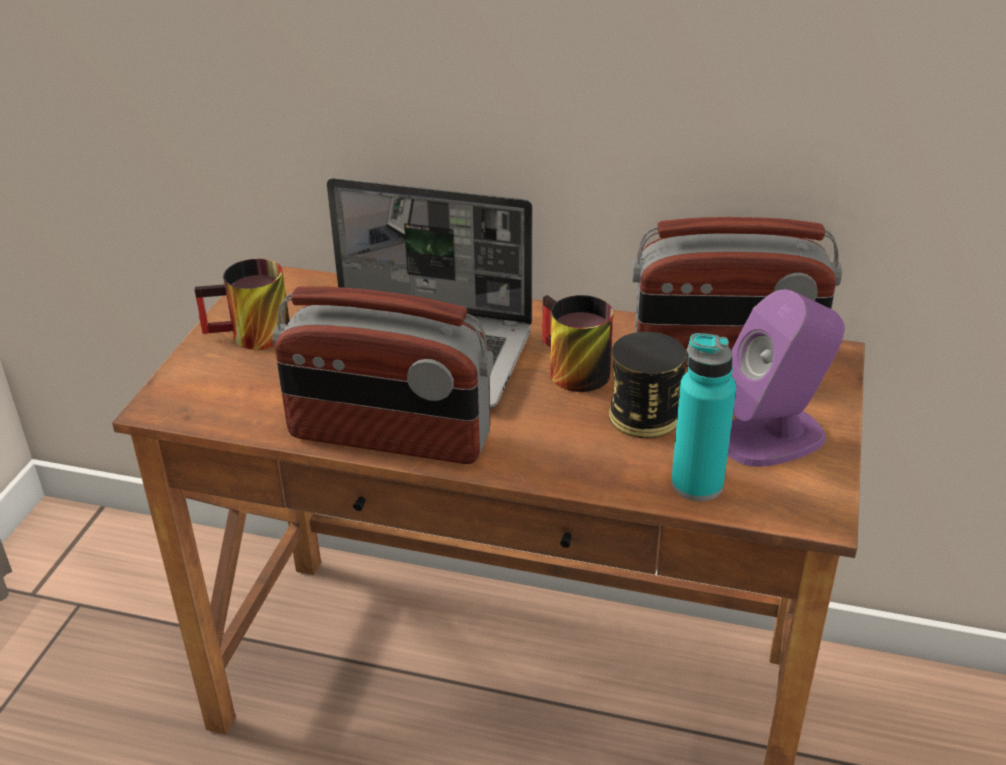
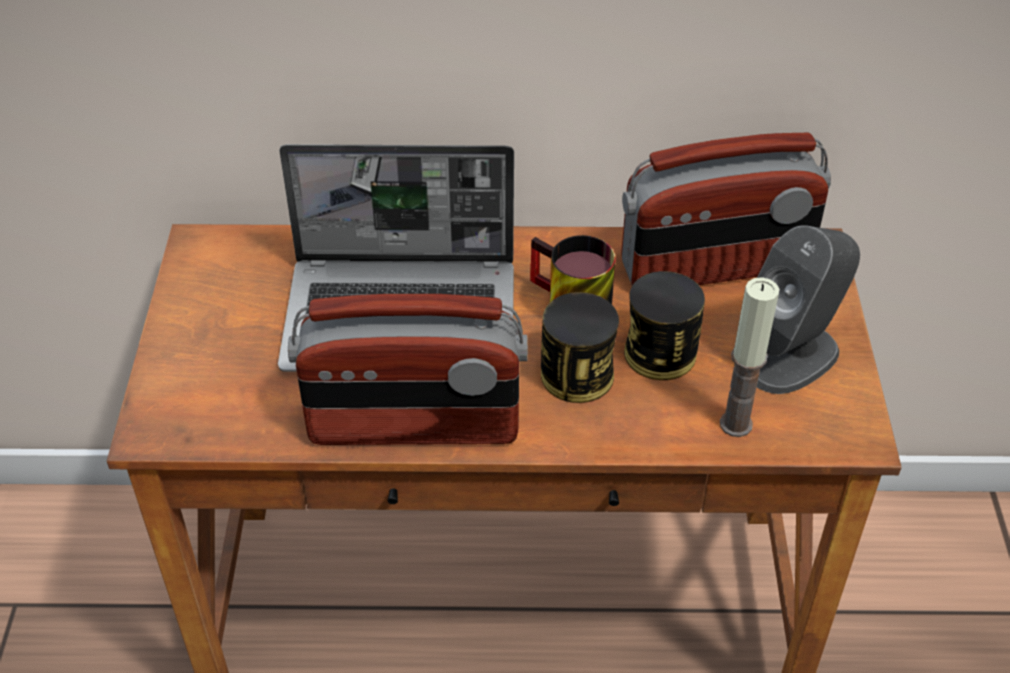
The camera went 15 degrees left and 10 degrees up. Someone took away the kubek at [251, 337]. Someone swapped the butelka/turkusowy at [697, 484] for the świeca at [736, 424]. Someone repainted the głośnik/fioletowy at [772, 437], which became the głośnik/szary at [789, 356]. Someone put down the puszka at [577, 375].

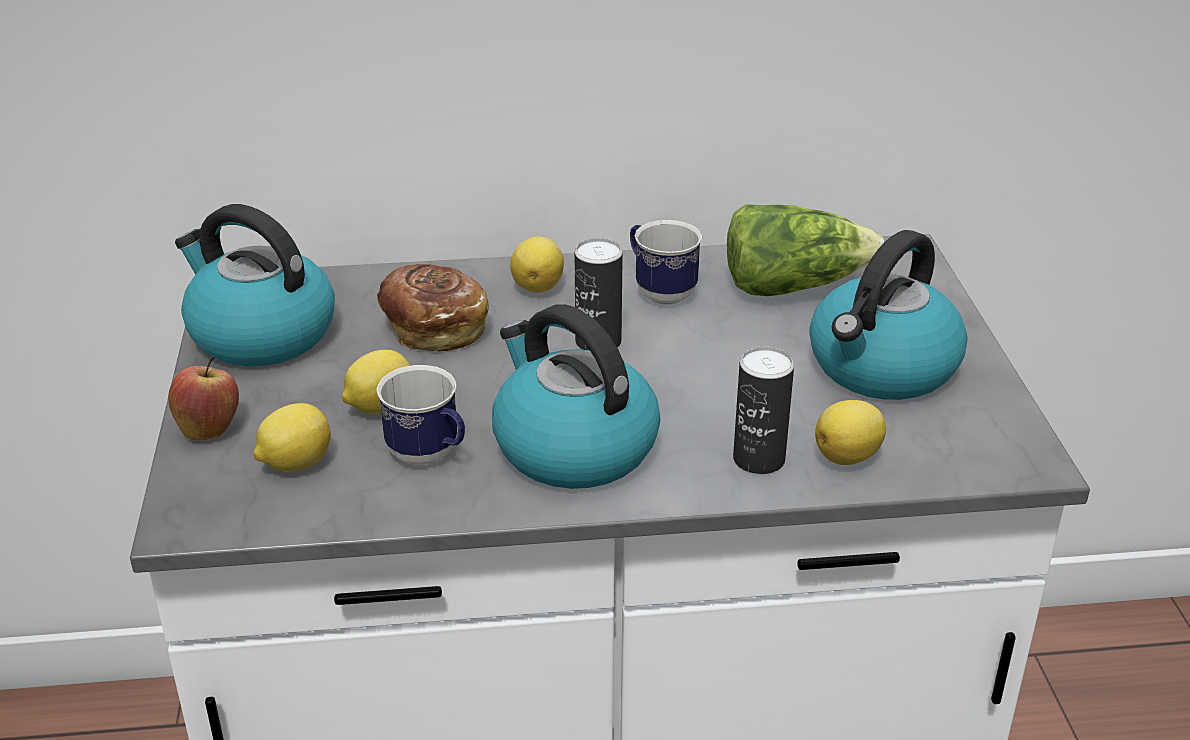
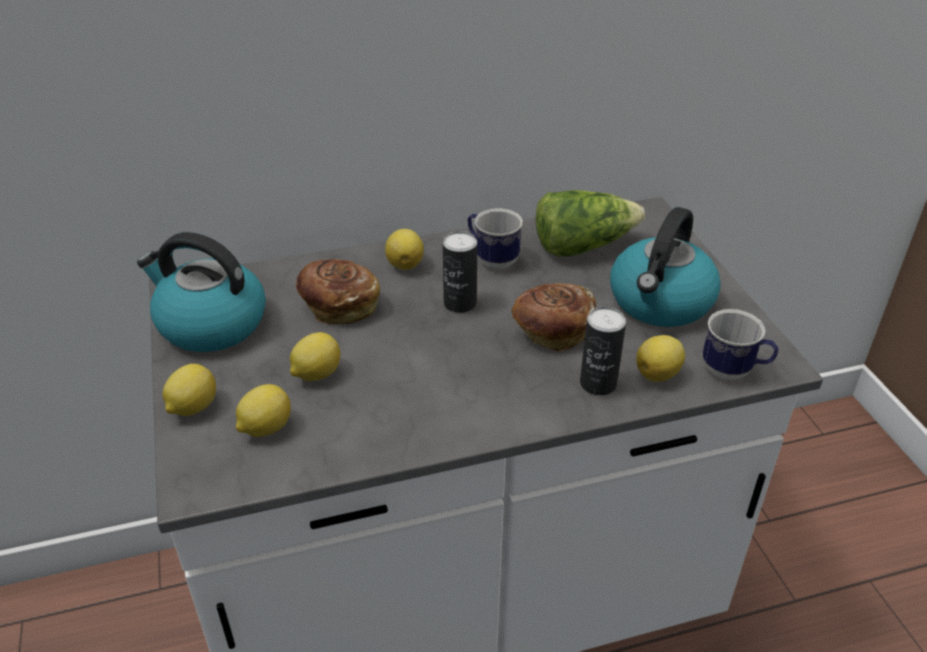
The camera went 10 degrees left and 5 degrees up. Someone swapped the jabłko at [210, 429] for the cytryna at [192, 407]. Someone carried the kubek from [430, 456] to [733, 372]. Someone took away the czajnik at [572, 447]. Someone put down the chleb at [552, 331].

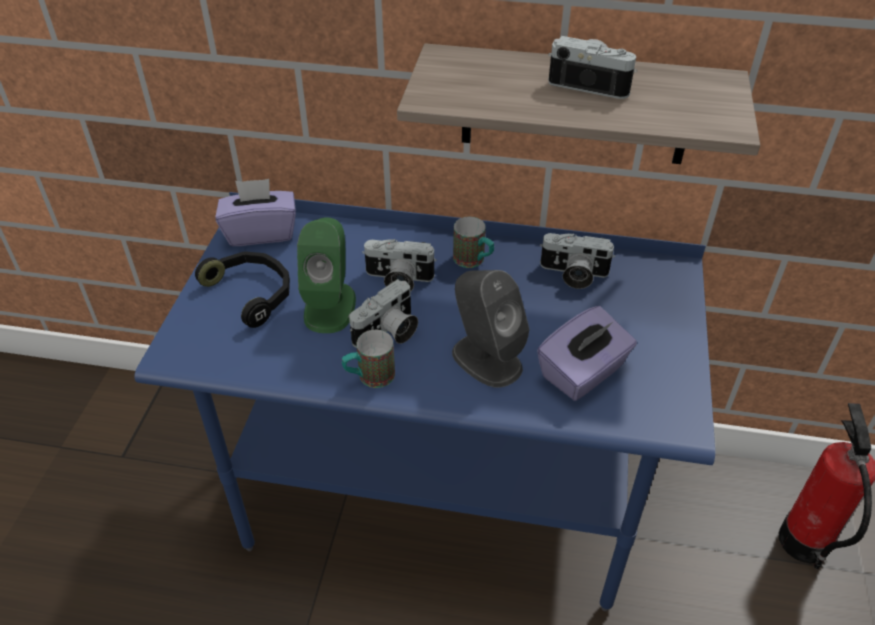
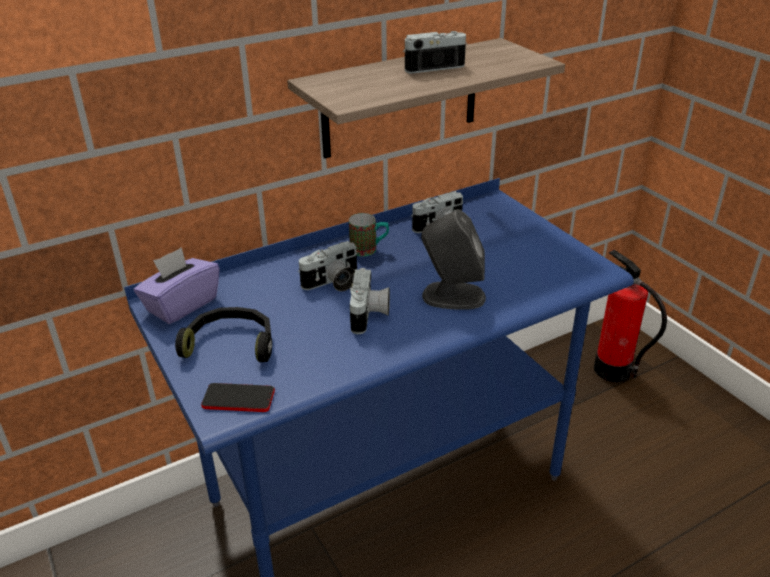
The camera went 40 degrees left and 10 degrees down. Someone took away the głośnik/zielony at [330, 306]. Someone took away the kubek at [369, 377]. Someone took away the pudełko chusteczek/fioletowy at [583, 373]. Someone put down the telefon at [238, 399].

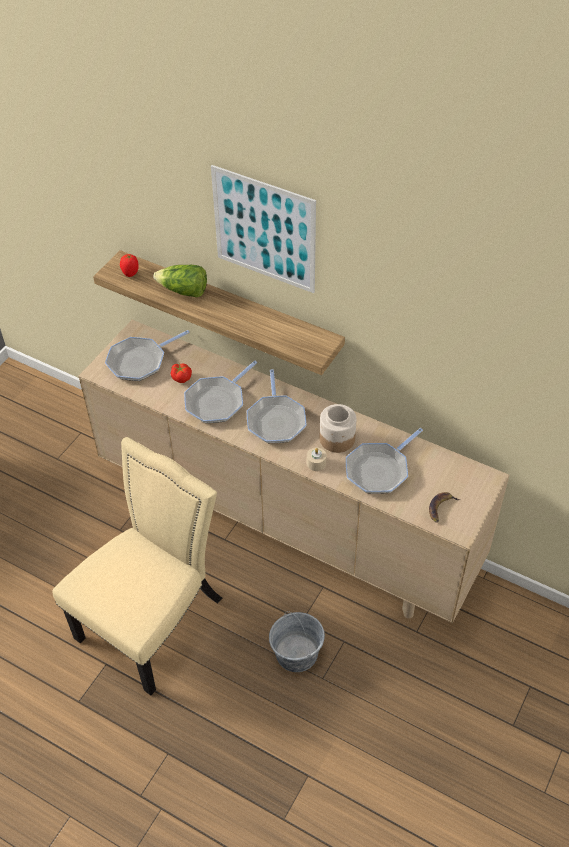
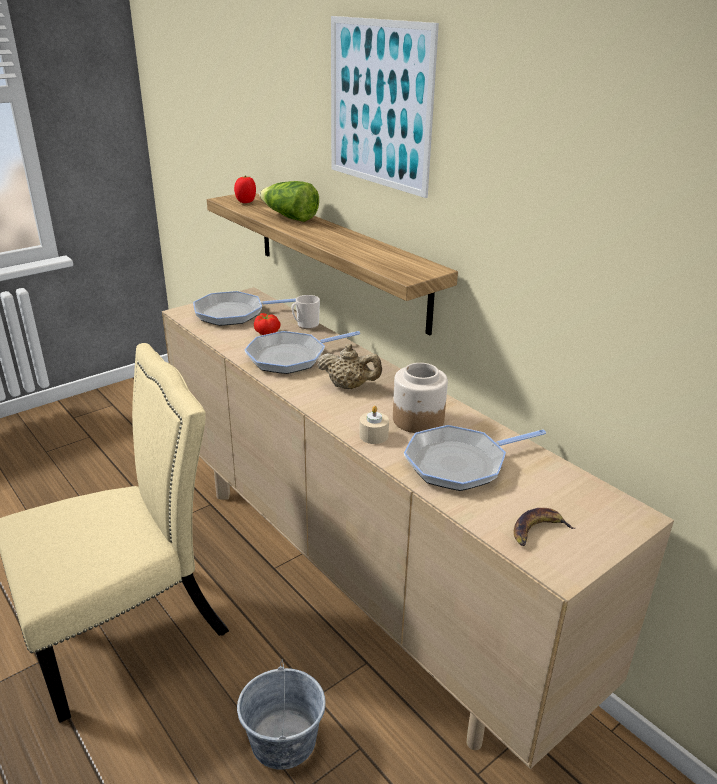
The camera went 20 degrees right and 20 degrees down. Someone swapped the patelnia at [276, 420] for the imbryk/beżowy at [349, 386]. Someone put down the kubek at [305, 325].

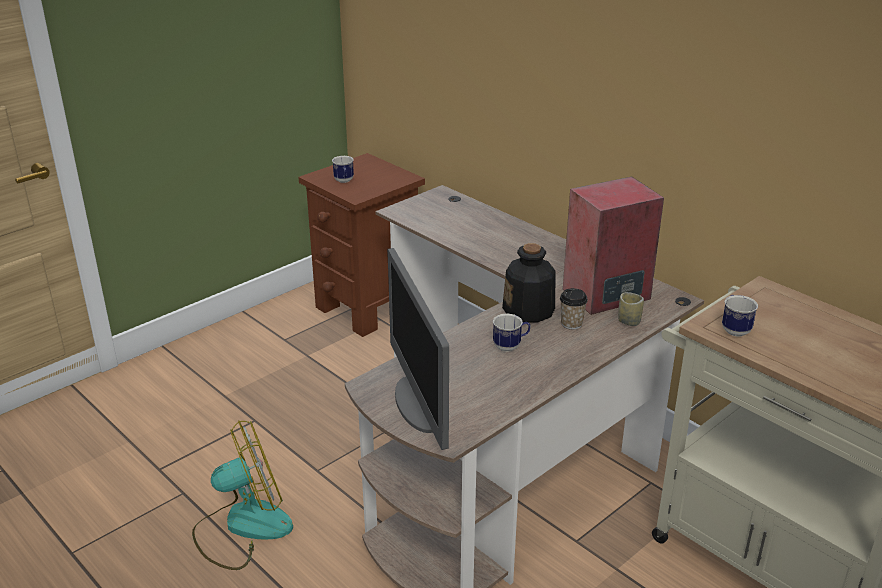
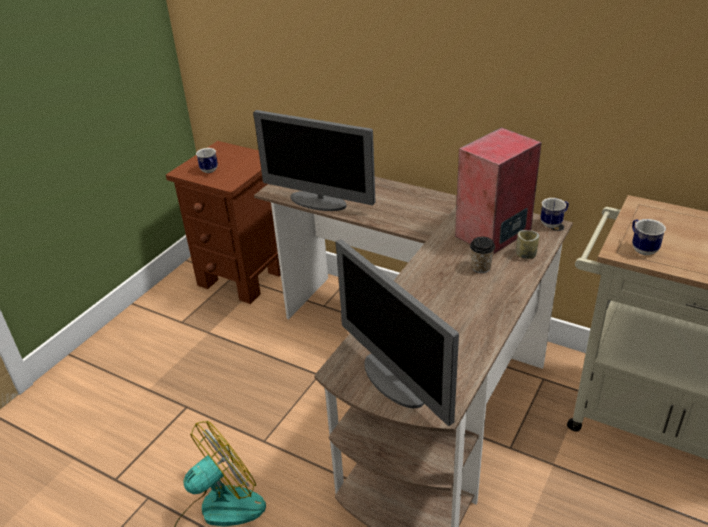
The camera went 15 degrees left and 5 degrees up. Someone carried the kubek from [510, 346] to [553, 223]. Someone took away the butelka at [529, 310]. Someone put down the monitor at [318, 202].

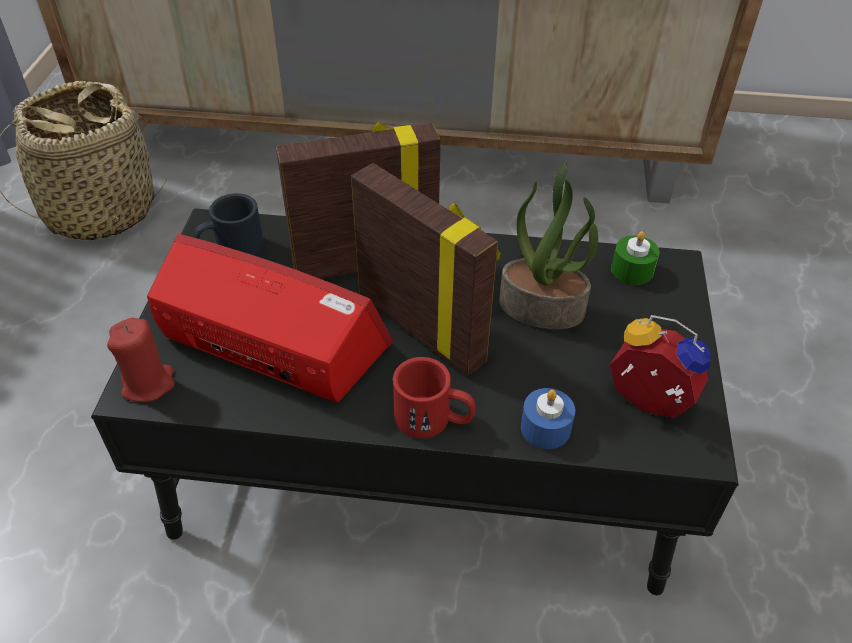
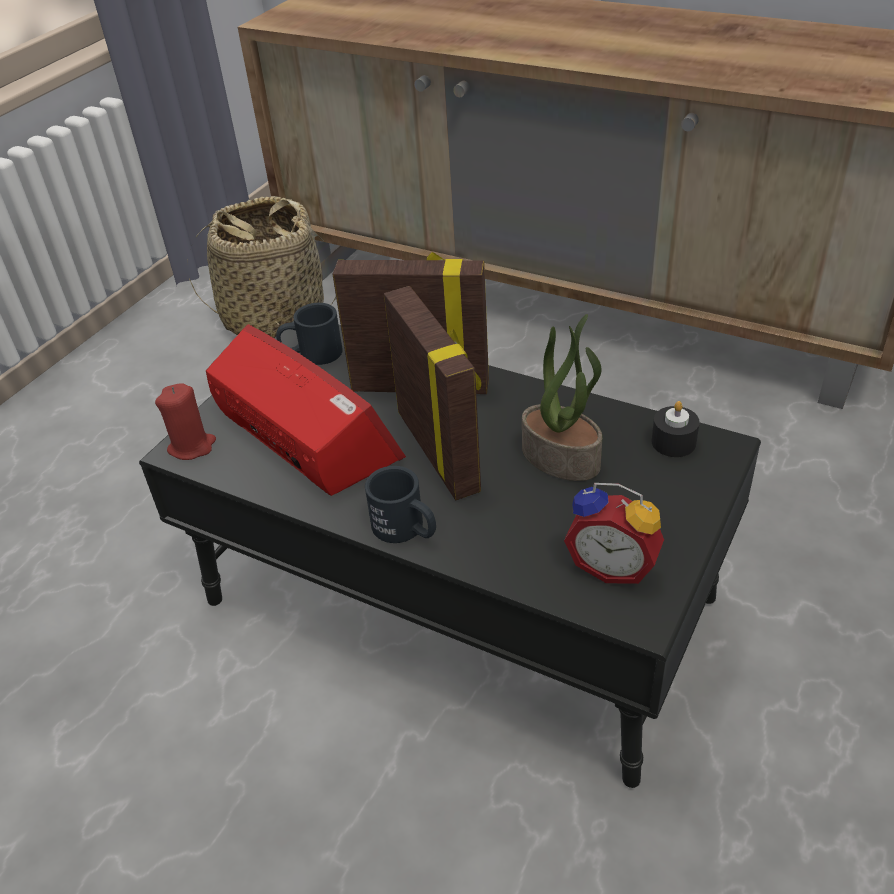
The camera went 25 degrees right and 5 degrees down. Someone repainted the kubek/czerwony at [434, 419], which became the kubek/czarny at [406, 529]. Someone took away the świeca/niebieski at [545, 428]. Someone rotated the budzik at [646, 404] by 150 degrees clockwise. Someone repainted the świeca/zielony at [632, 270], which became the świeca/czarny at [673, 442].

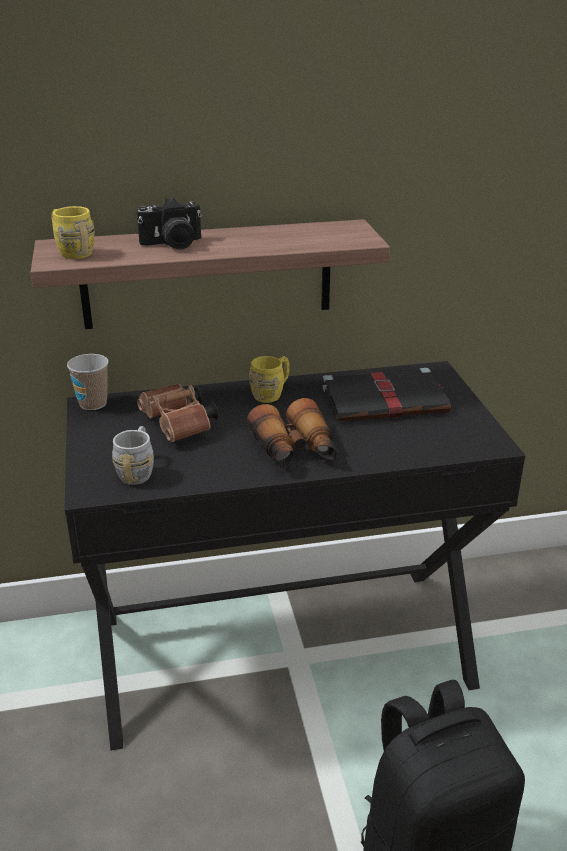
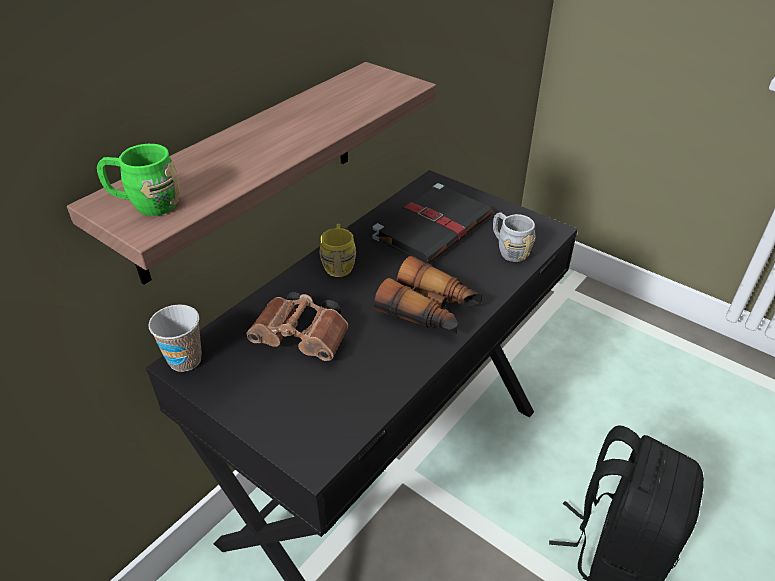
The camera went 40 degrees left and 10 degrees up. Someone repainted the kubek/żółty at [71, 251], which became the kubek/zielony at [145, 204]. Someone carried the kubek/szary from [138, 471] to [508, 249]. Someone took away the aparat fotograficzny at [173, 244].

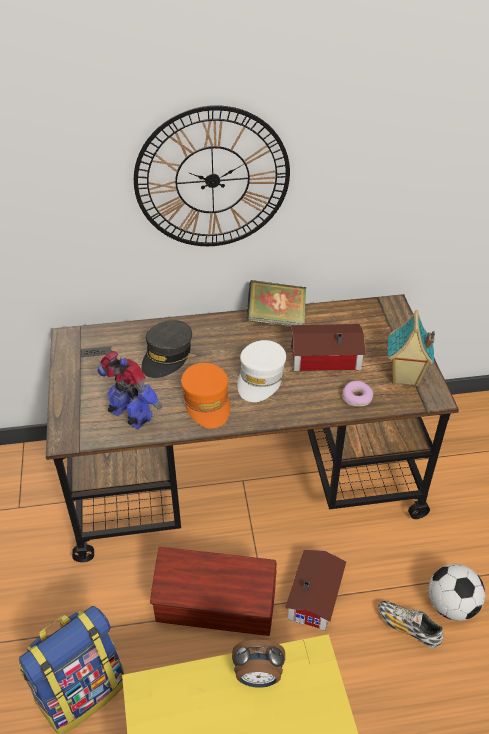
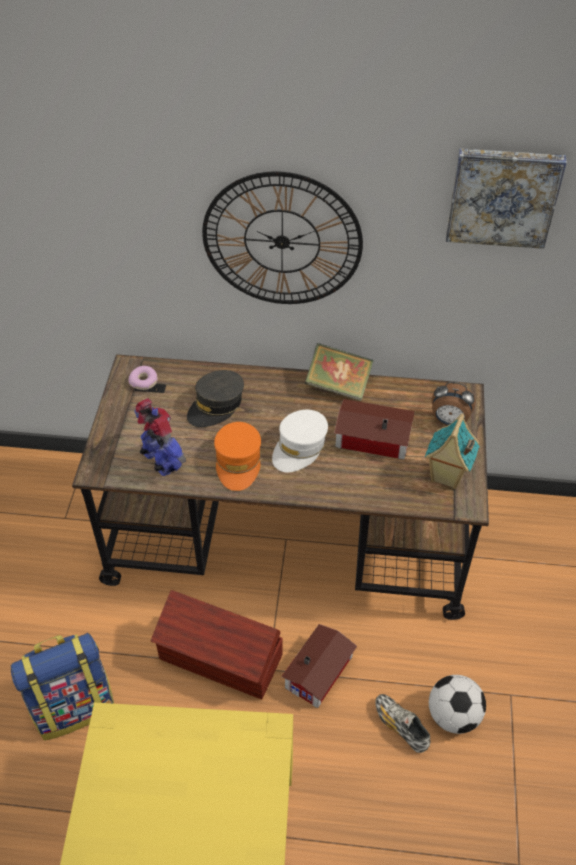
The camera went 15 degrees right and 5 degrees up. Someone carried the budzik from [258, 677] to [449, 421]. Someone carried the donut from [357, 397] to [144, 382]. Someone put up the obraz at [503, 196].

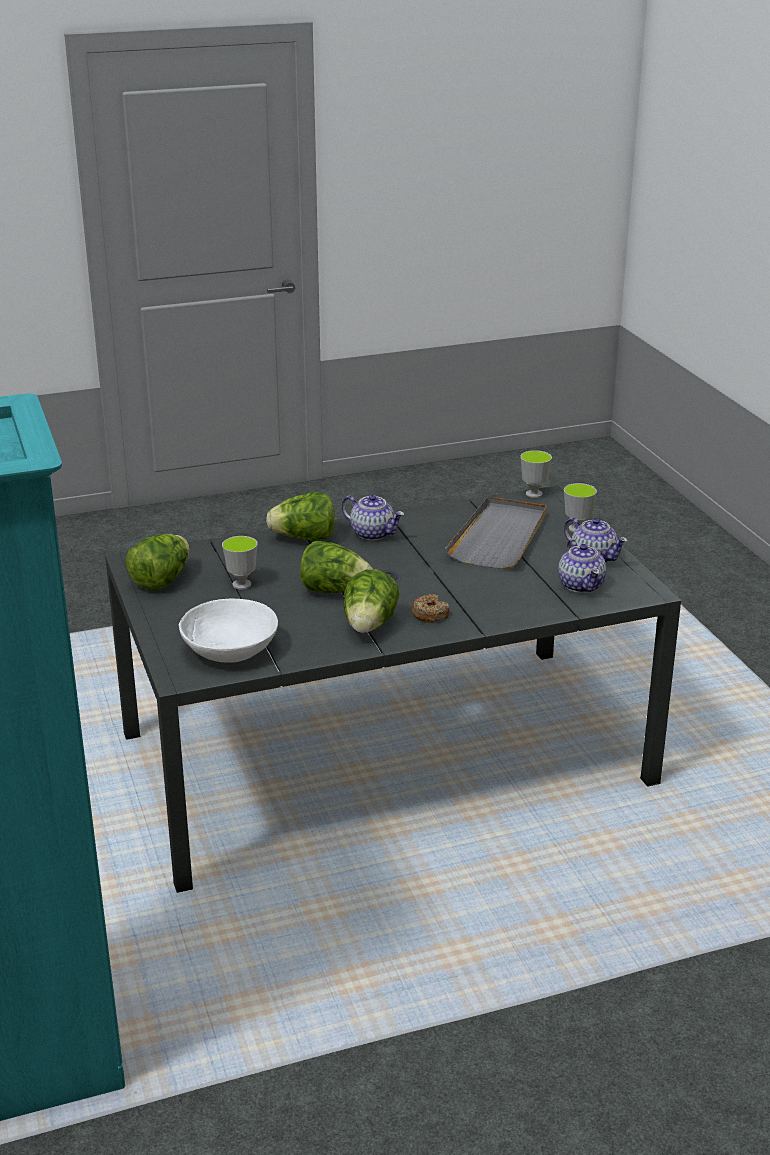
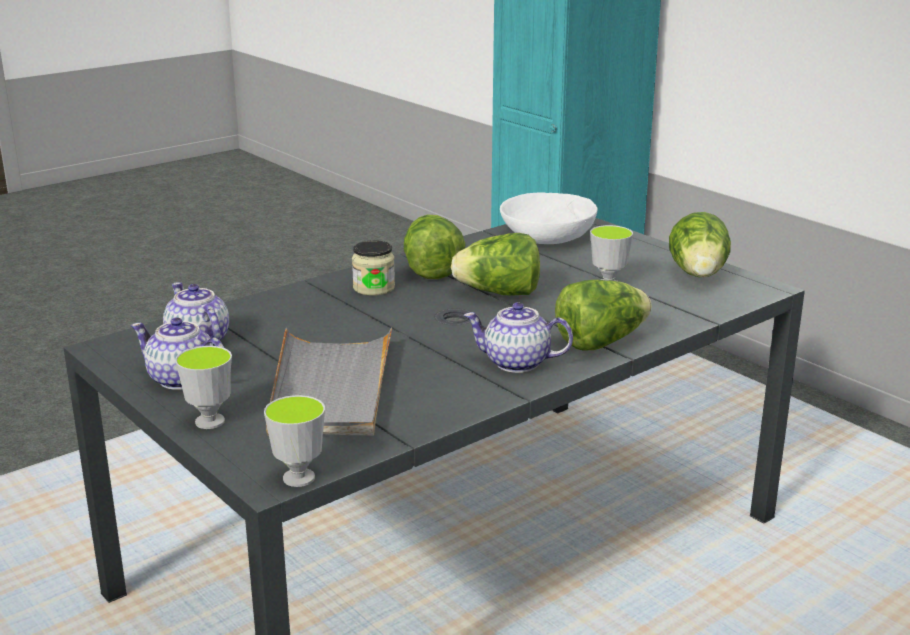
The camera went 160 degrees right and 5 degrees down. Someone swapped the donut at [430, 614] for the słoik at [374, 288].

